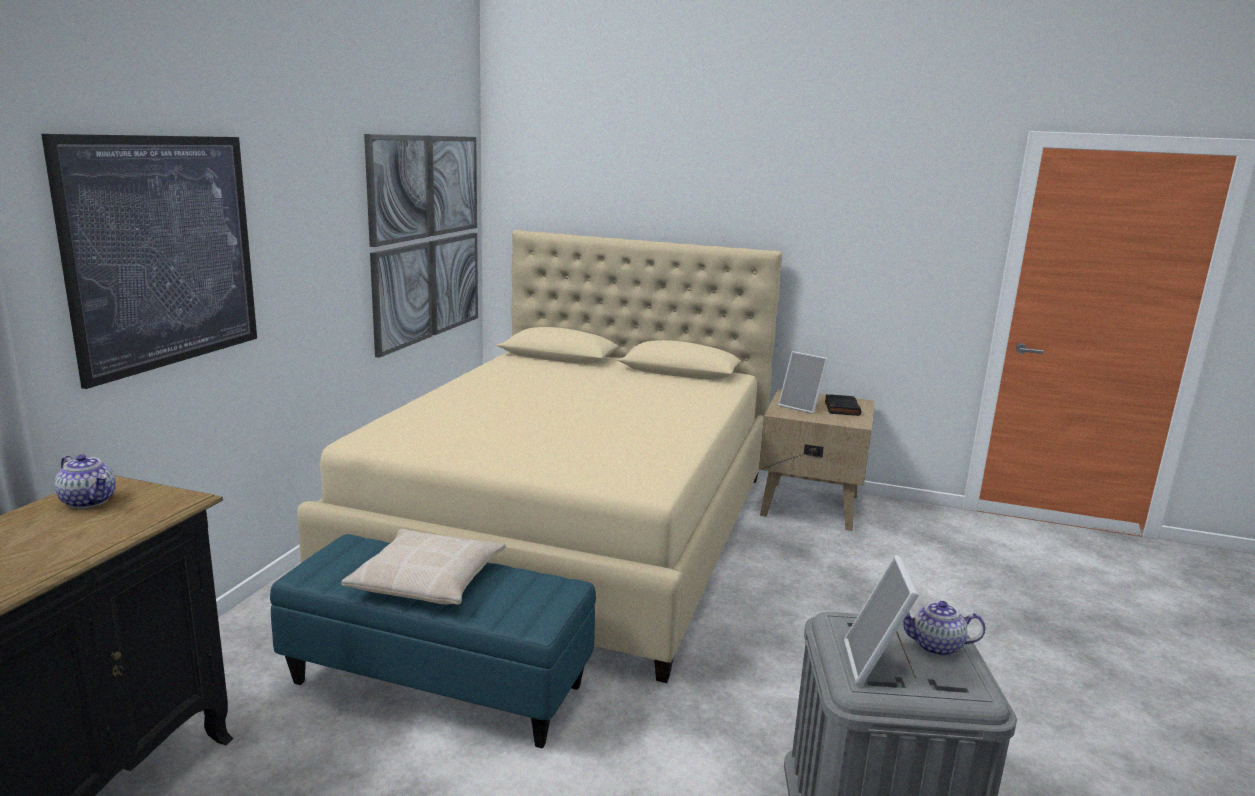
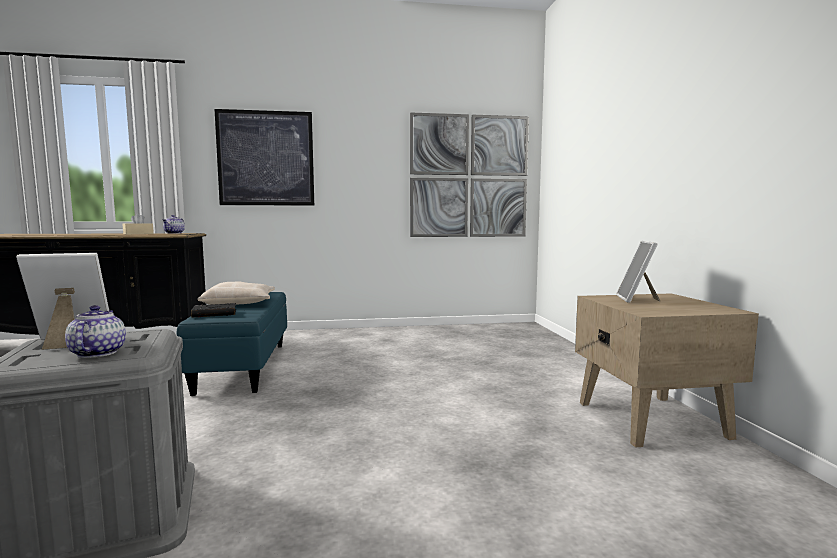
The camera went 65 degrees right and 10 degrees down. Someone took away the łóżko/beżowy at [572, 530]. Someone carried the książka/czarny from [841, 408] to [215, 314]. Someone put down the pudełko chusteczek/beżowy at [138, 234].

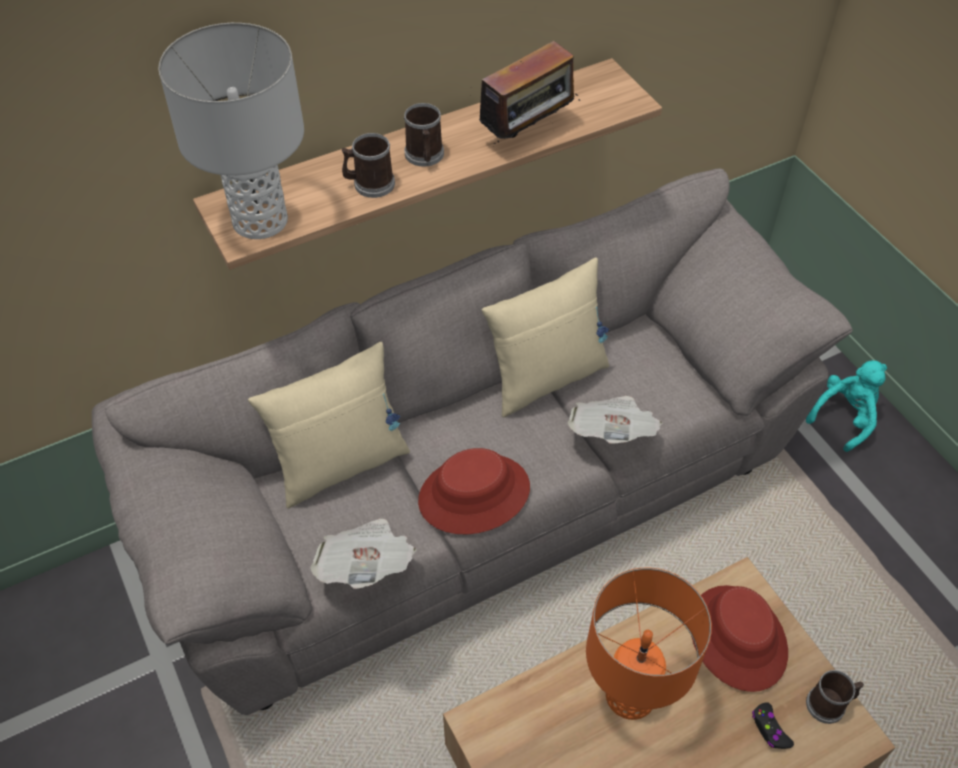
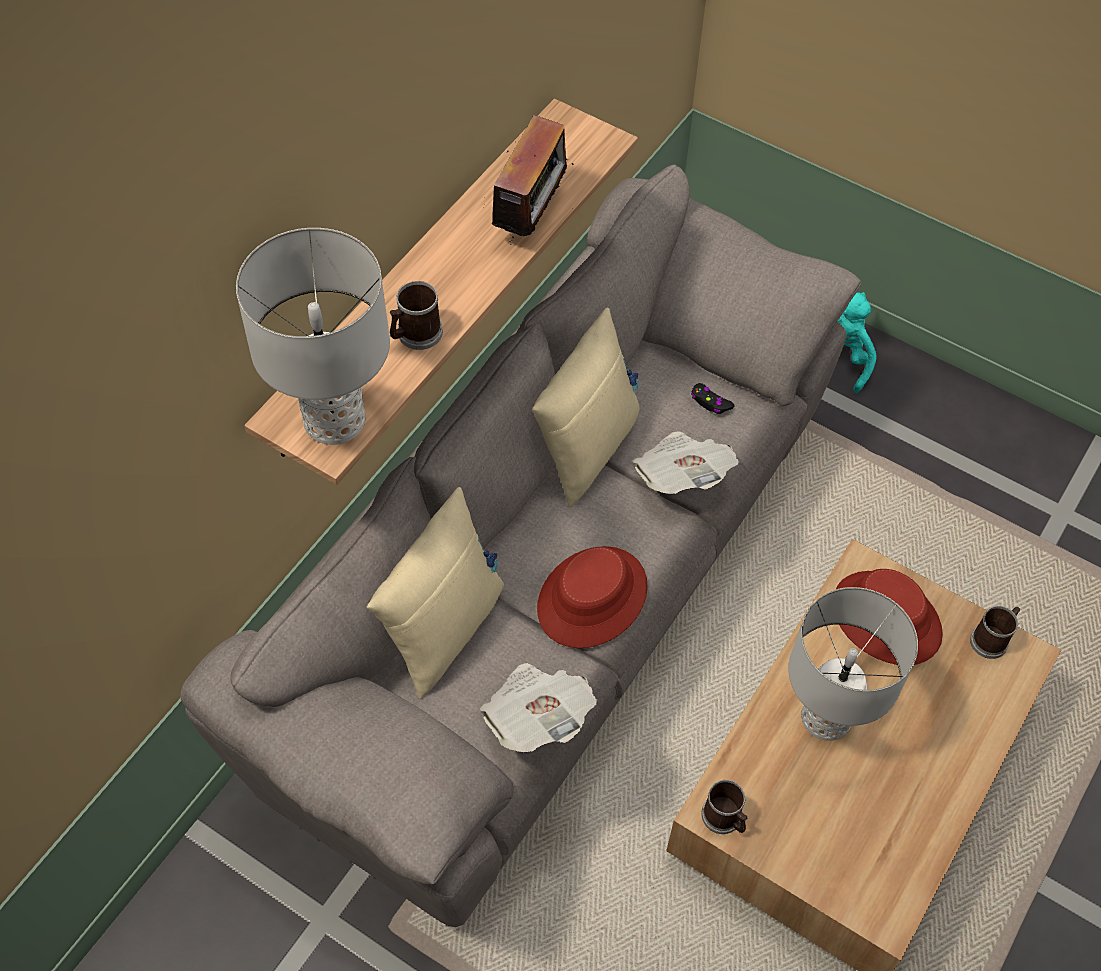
The camera went 30 degrees left and 5 degrees up. Someone carried the kubek from [425, 156] to [724, 818]. Someone repainted the lampa stołowa/pomarańczowy at [631, 694], which became the lampa stołowa/biały at [826, 716]. Someone carried the pad do gier/czarny from [769, 729] to [710, 402].

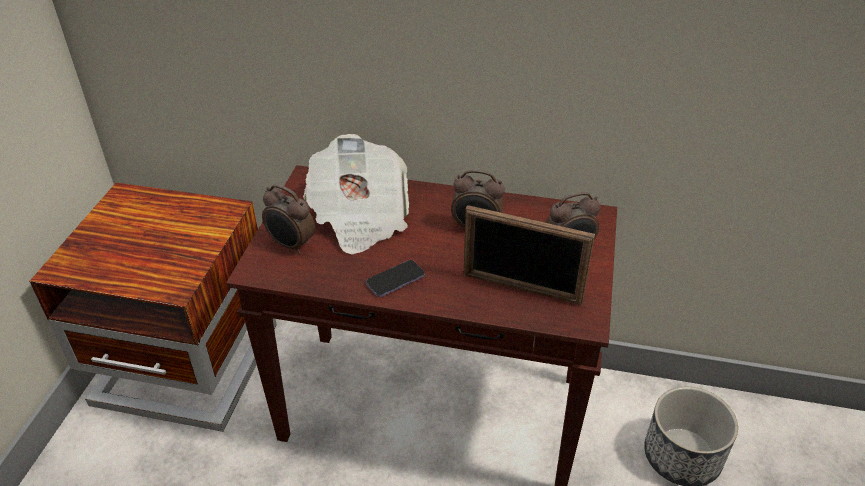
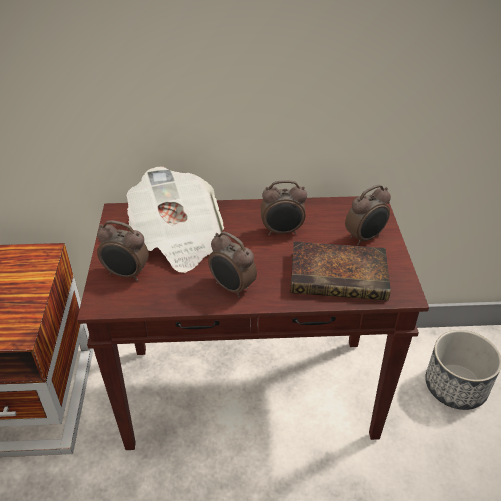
The camera went 15 degrees left and 0 degrees up. Someone swapped the telefon at [395, 280] for the budzik at [232, 288]. Someone swapped the ramka na zdjęcie at [521, 288] for the książka at [341, 275].

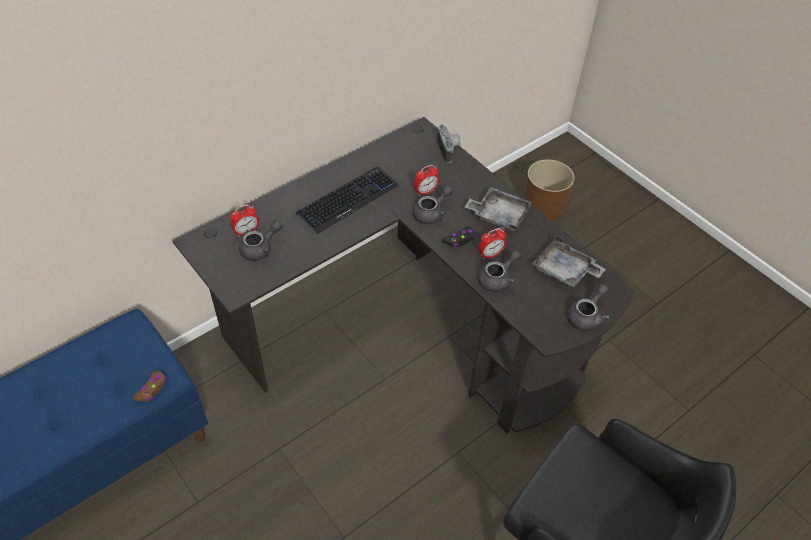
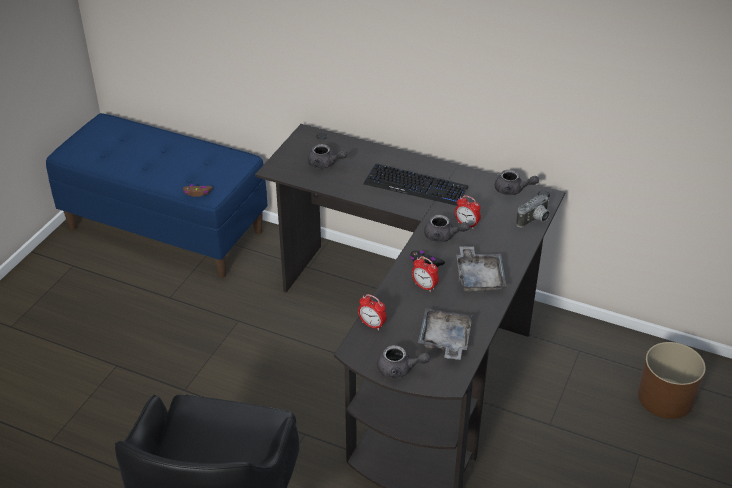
The camera went 65 degrees right and 10 degrees down. Someone carried the budzik from [246, 232] to [372, 325]. Someone carried the imbryk/szary from [498, 279] to [512, 190].

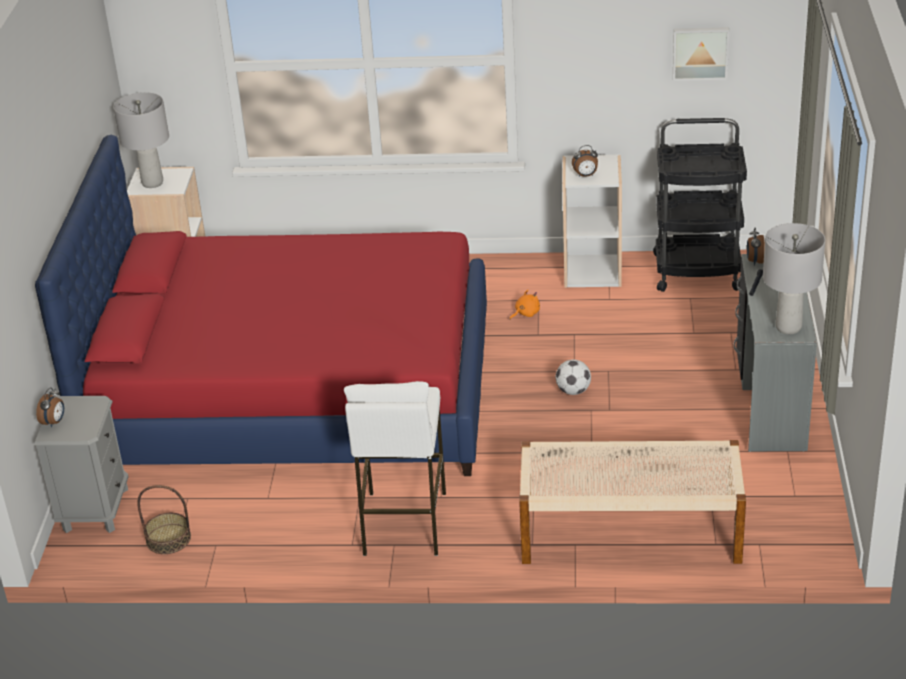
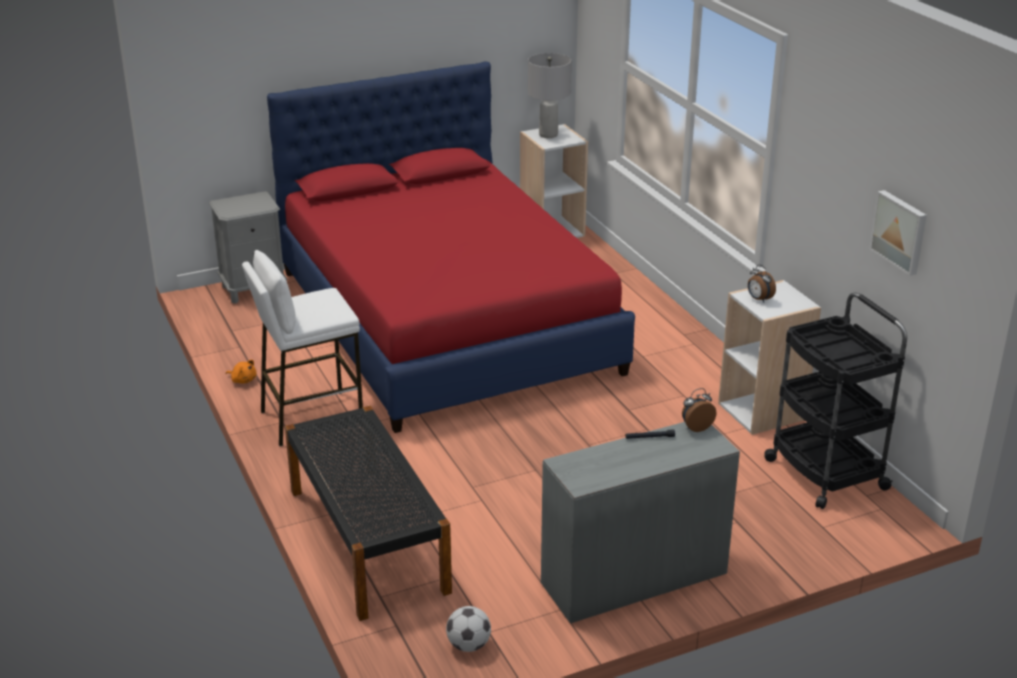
The camera went 60 degrees right and 5 degrees down. Someone took away the budzik at [54, 422]. Someone took away the koszyk at [168, 539]. Someone carried the pluszak/pomarańczowy from [526, 313] to [243, 380]. Someone repainted the ławka/beżowy at [630, 533], which became the ławka/czarny at [366, 540]. Someone carried the piłka futbolowa from [573, 391] to [468, 645]. Someone took away the lampa stołowa/szary at [788, 327].

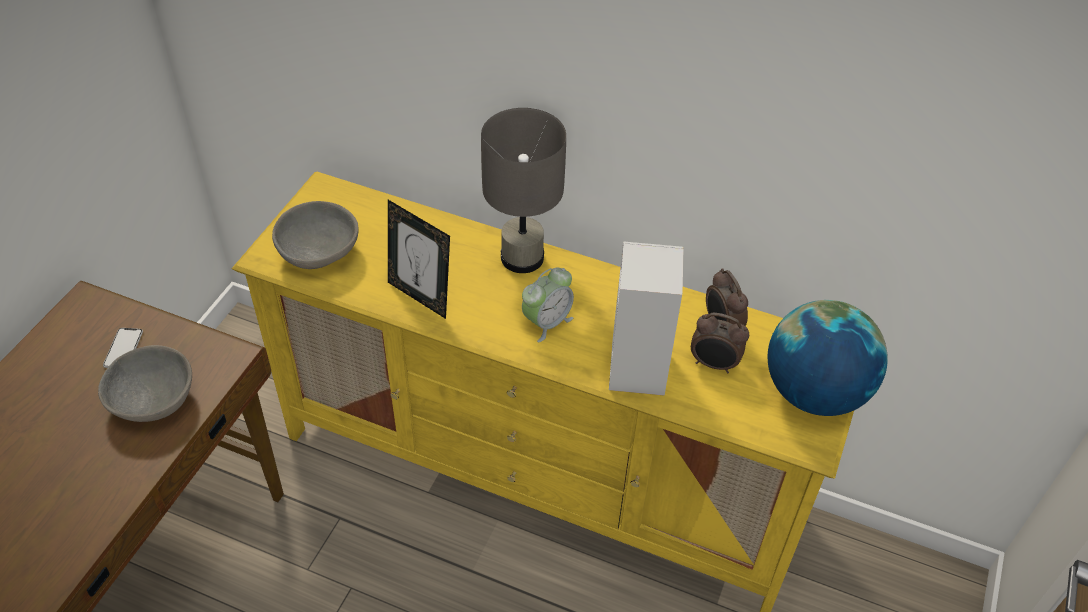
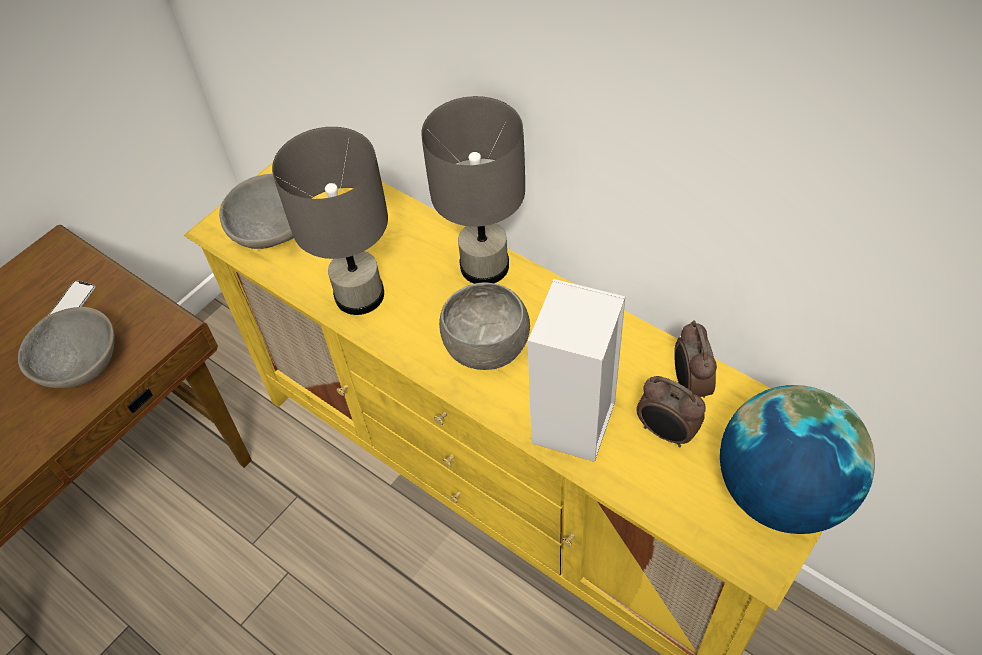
The camera went 20 degrees right and 5 degrees up. Someone swapped the ramka na zdjęcie at [420, 296] for the lampa stołowa/szary at [360, 295]. Someone swapped the budzik at [547, 322] for the miska/szary at [487, 348].

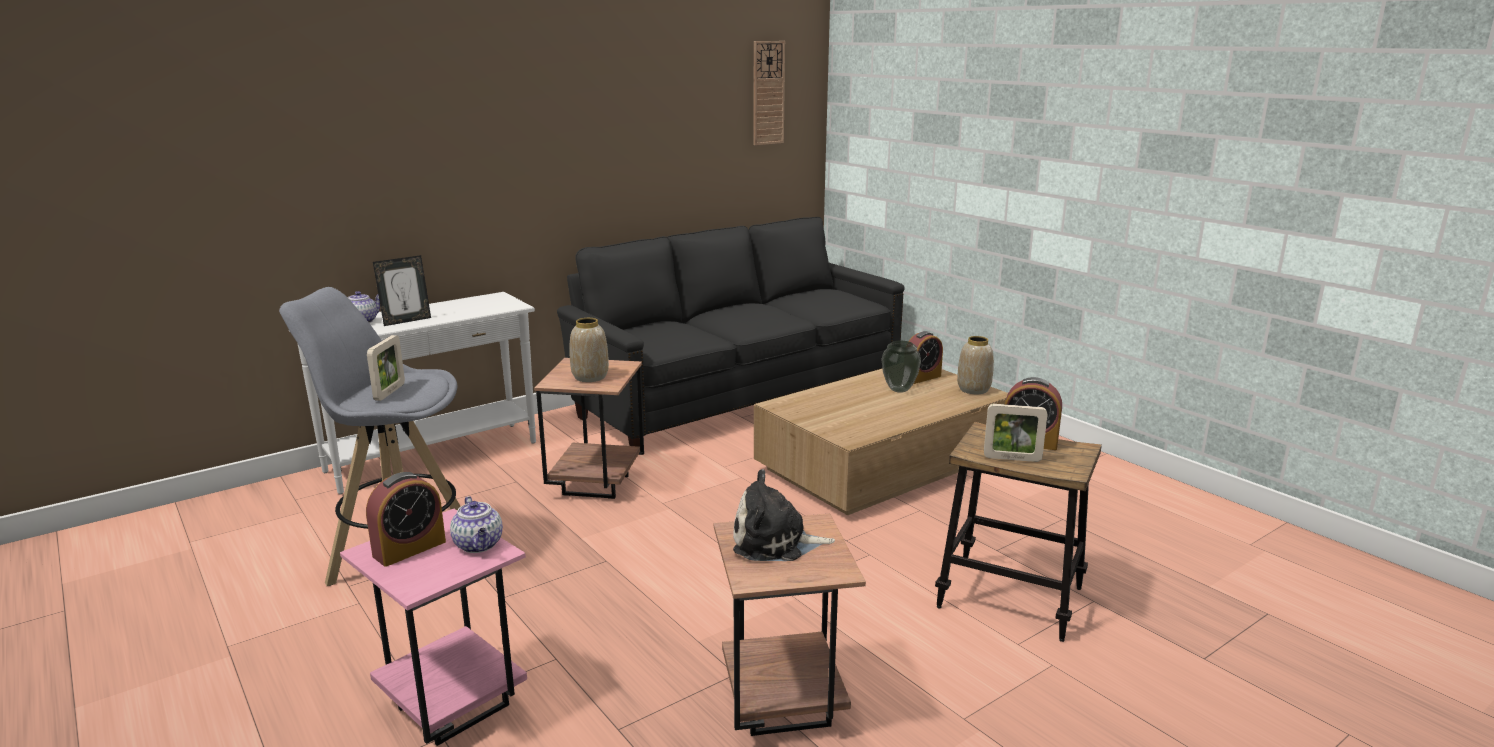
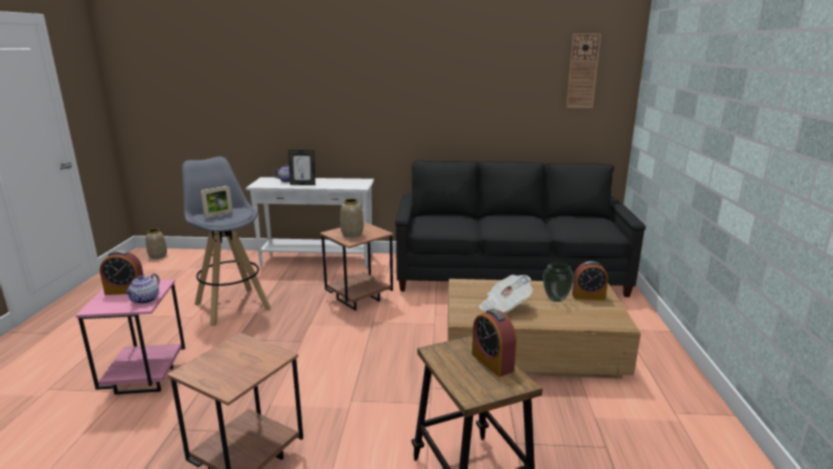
The camera went 40 degrees right and 0 degrees up. Someone took away the pluszak at [775, 542]. Someone carried the wazon from [973, 389] to [158, 256]. Someone took away the ramka na zdjęcie at [1012, 458]. Someone put down the gazeta at [504, 307].

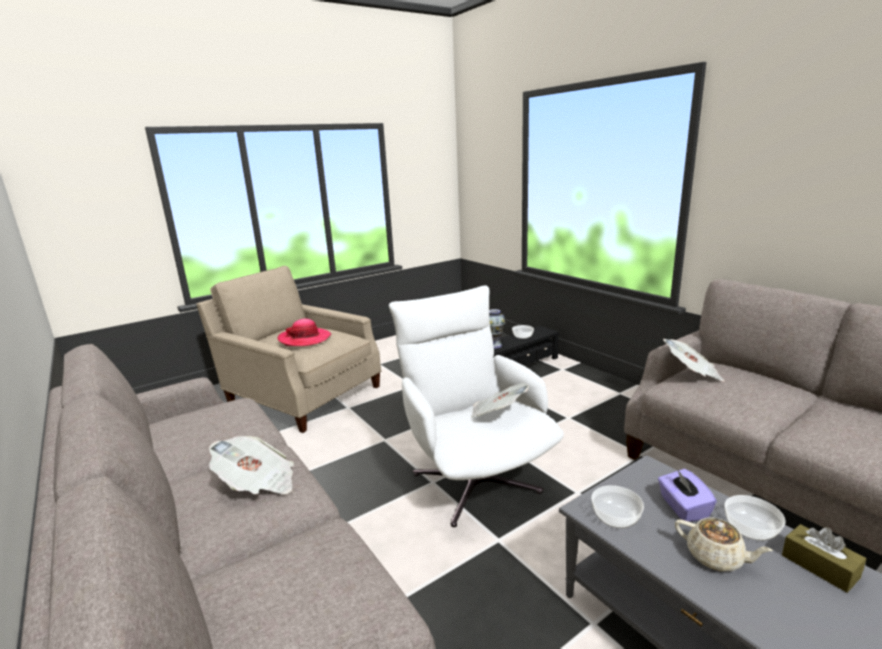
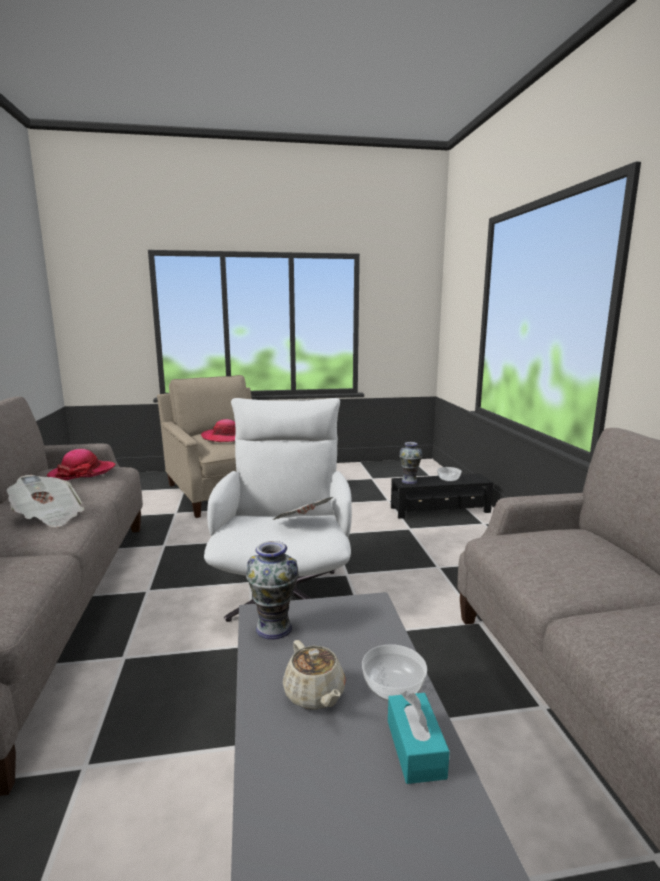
The camera went 25 degrees right and 5 degrees down. Someone swapped the miska at [615, 516] for the wazon at [274, 628]. Someone took away the pudełko chusteczek/fioletowy at [683, 508]. Someone took away the gazeta at [692, 373]. Someone repainted the pudełko chusteczek/brązowy at [819, 566], which became the pudełko chusteczek/turkusowy at [415, 748]. Someone put down the kapelusz at [82, 472].

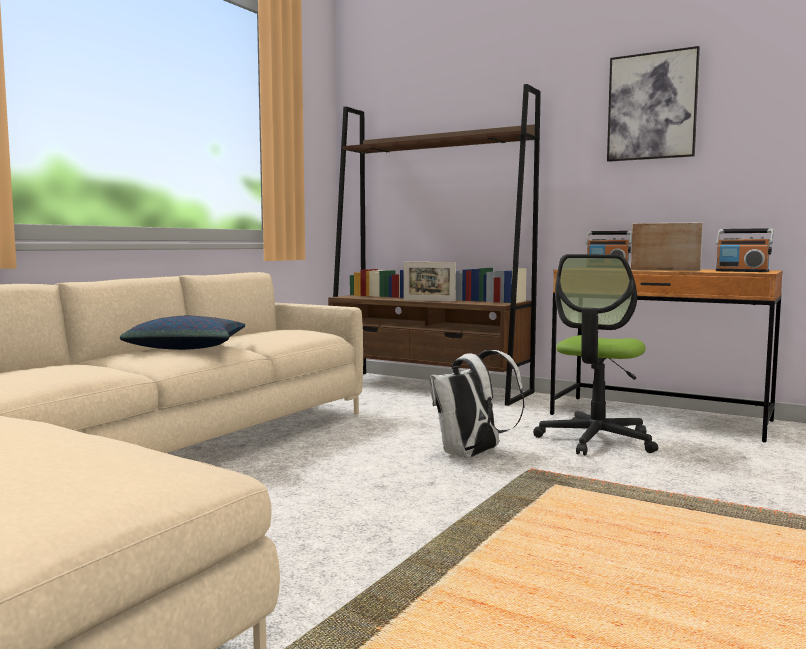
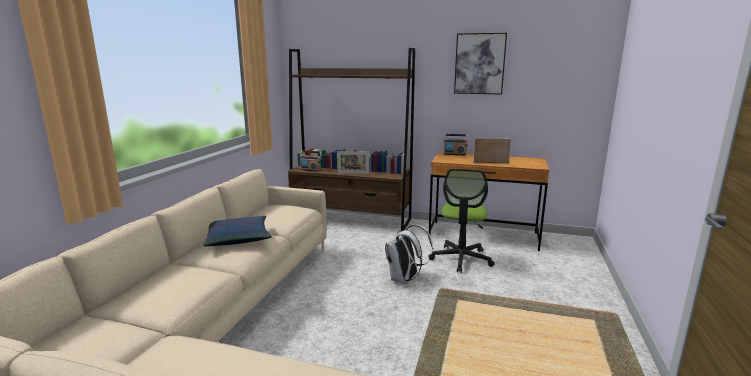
The camera went 15 degrees left and 10 degrees up. Someone carried the radio from [742, 271] to [310, 170].

